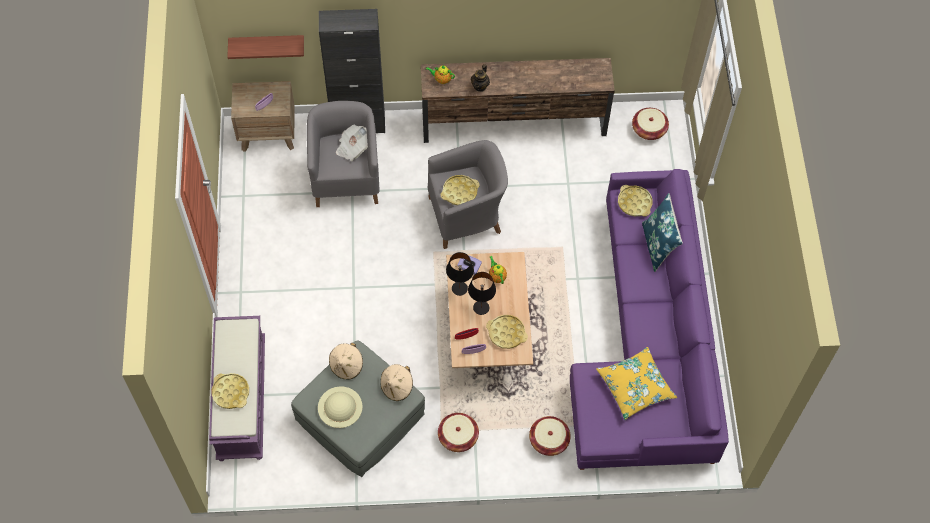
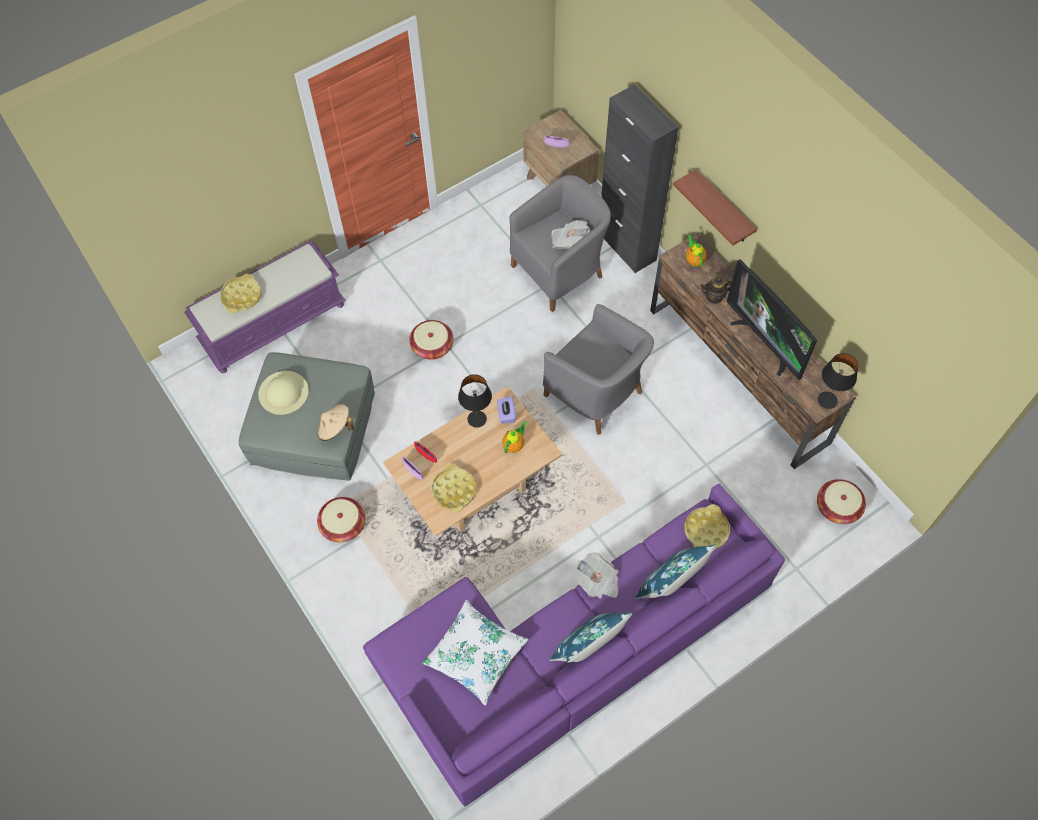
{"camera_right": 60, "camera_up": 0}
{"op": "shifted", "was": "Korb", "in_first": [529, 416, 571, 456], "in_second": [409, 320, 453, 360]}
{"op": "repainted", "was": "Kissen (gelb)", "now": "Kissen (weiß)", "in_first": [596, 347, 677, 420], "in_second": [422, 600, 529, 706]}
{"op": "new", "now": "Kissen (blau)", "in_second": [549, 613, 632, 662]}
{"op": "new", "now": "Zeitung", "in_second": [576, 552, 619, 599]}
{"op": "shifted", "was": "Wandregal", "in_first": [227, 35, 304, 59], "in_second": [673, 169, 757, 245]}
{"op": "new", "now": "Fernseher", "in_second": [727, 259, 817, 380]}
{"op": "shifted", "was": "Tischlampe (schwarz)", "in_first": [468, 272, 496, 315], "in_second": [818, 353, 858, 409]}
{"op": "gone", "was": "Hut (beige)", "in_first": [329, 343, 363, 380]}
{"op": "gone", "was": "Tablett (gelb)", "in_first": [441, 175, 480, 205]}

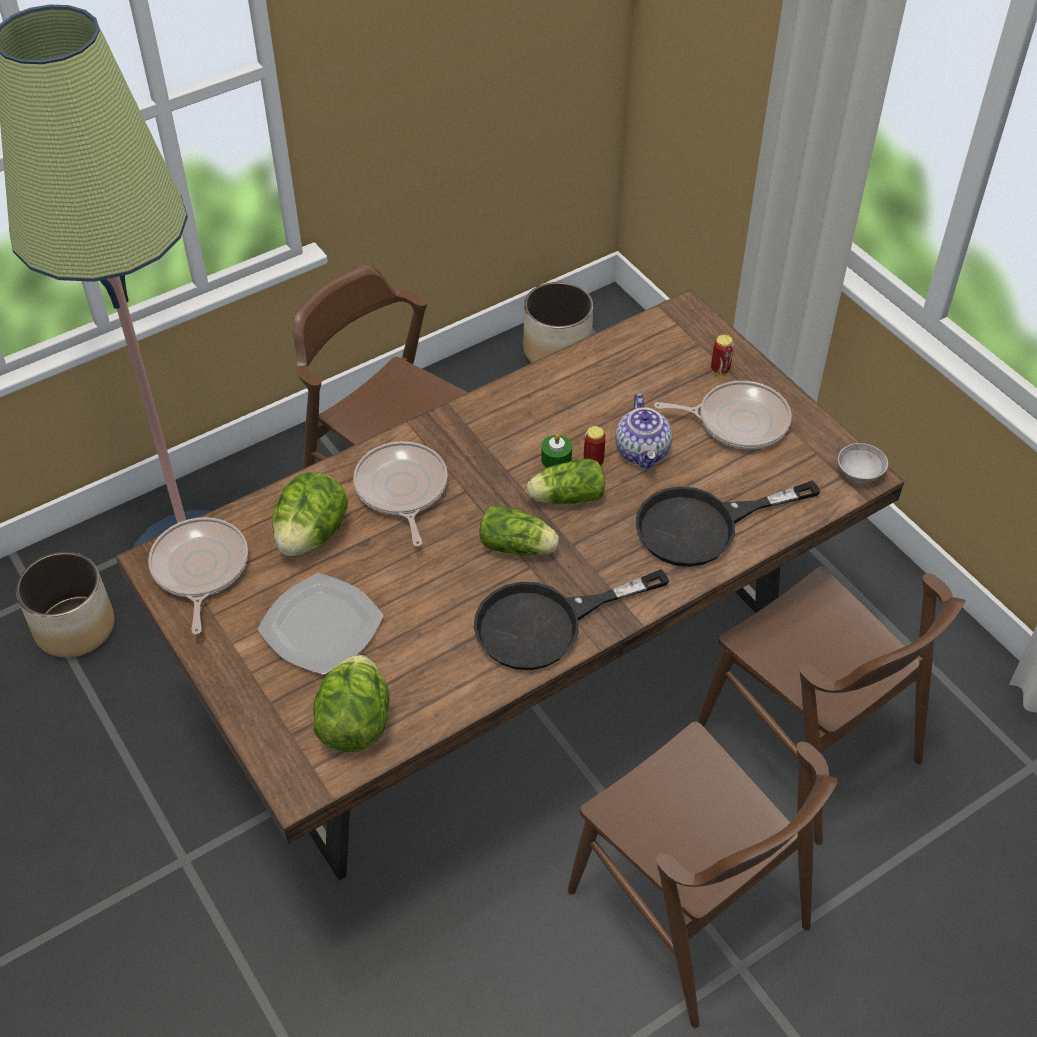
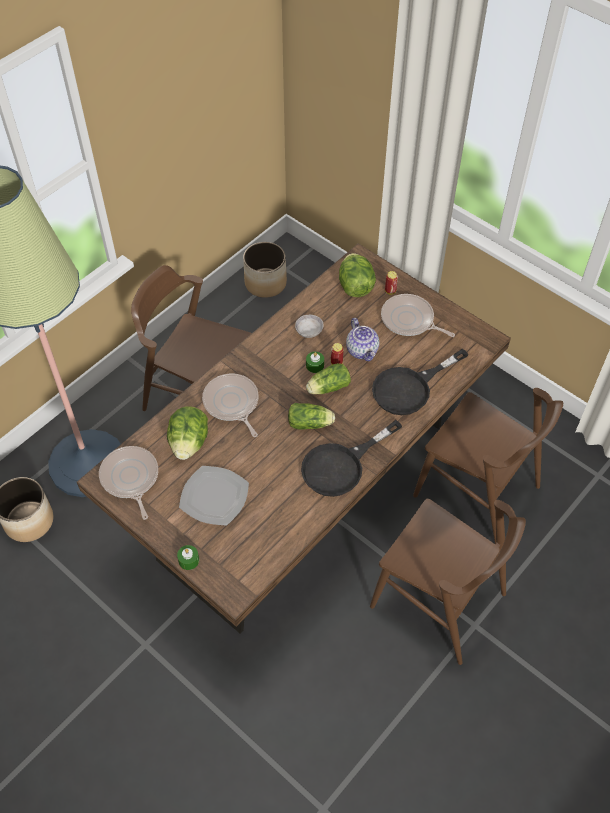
{"camera_right": -15, "camera_up": 5}
{"op": "new", "now": "Kerze (grün)", "in_second": [177, 545, 199, 570]}
{"op": "shifted", "was": "Schüssel (grau)", "in_first": [838, 443, 888, 483], "in_second": [295, 315, 324, 338]}
{"op": "shifted", "was": "Salatkopf", "in_first": [313, 655, 389, 752], "in_second": [339, 253, 376, 297]}
{"op": "rotated", "was": "Pfanne", "in_first": [654, 381, 792, 449], "in_second": [381, 294, 455, 337], "clockwise": -135}

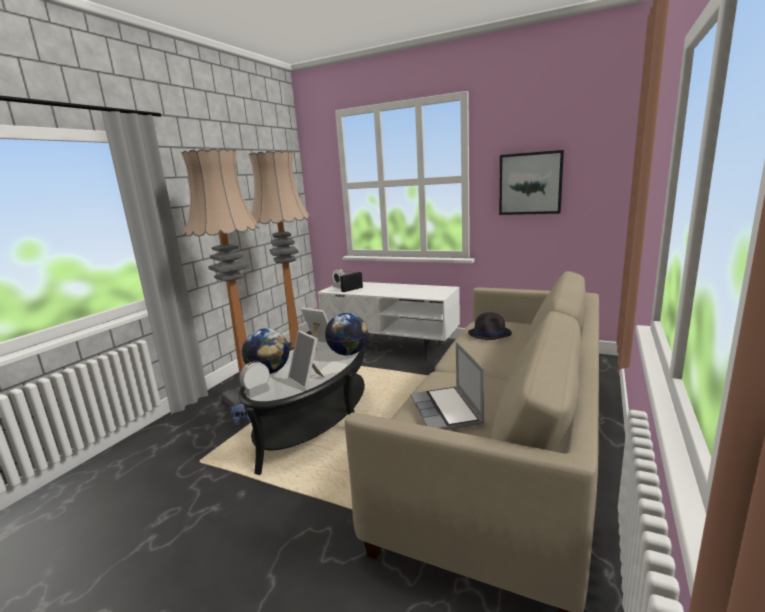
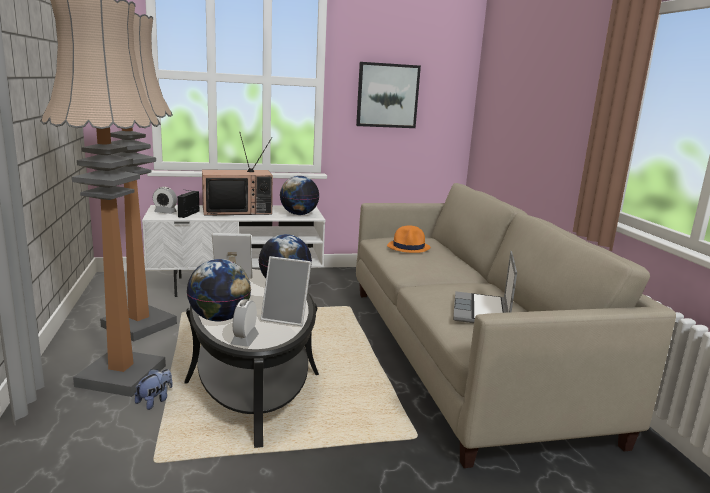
{"camera_right": -40, "camera_up": 0}
{"op": "new", "now": "Fernseher", "in_second": [202, 132, 273, 216]}
{"op": "new", "now": "Globus", "in_second": [280, 176, 319, 215]}
{"op": "repainted", "was": "Hut (schwarz)", "now": "Hut (orange)", "in_first": [468, 312, 512, 340], "in_second": [387, 226, 431, 253]}
{"op": "rotated", "was": "Laptop", "in_first": [410, 341, 485, 430], "in_second": [453, 251, 517, 323], "clockwise": 60}

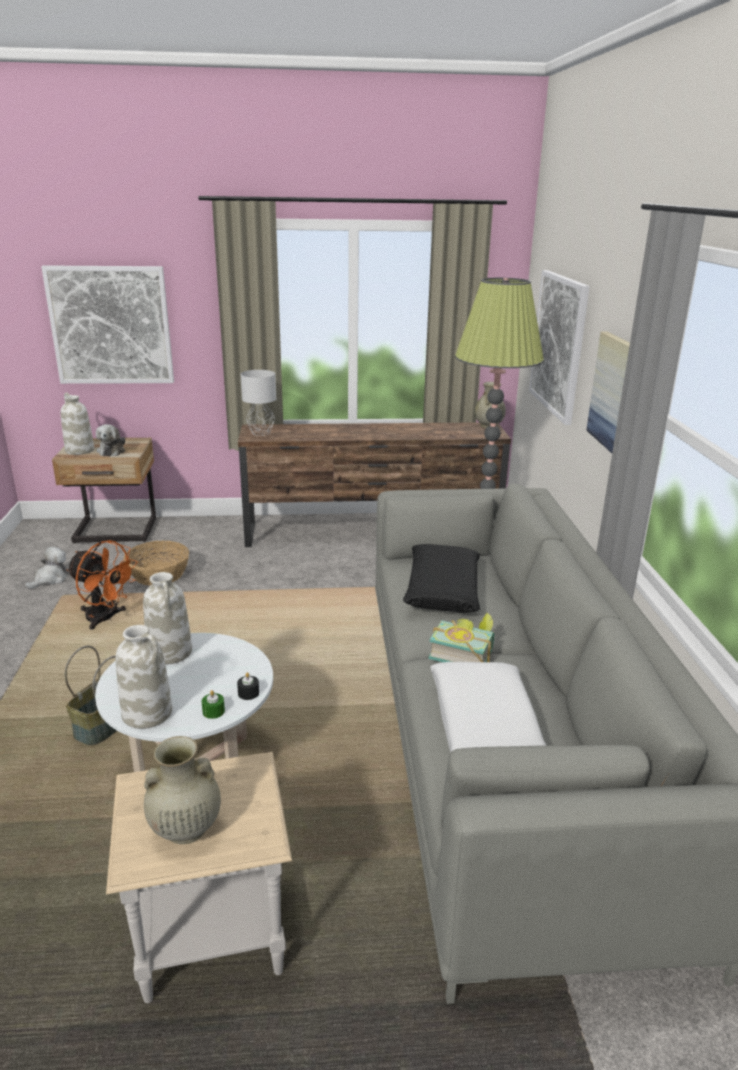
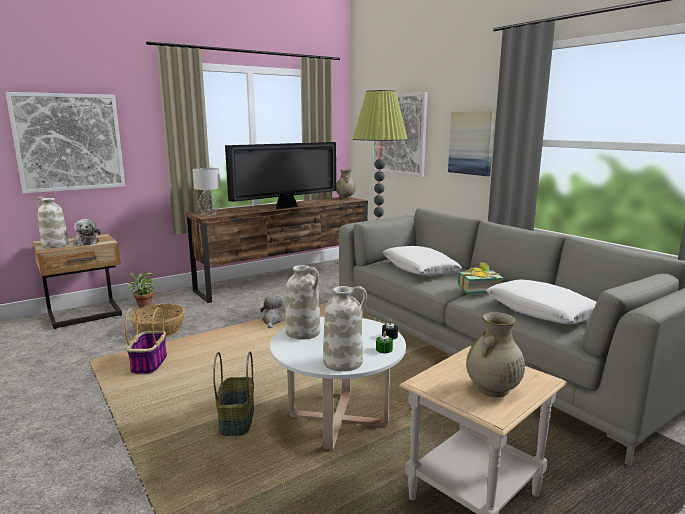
{"camera_right": -30, "camera_up": -10}
{"op": "swapped", "was": "Ventilator (orange)", "now": "Korb", "in_first": [67, 540, 138, 630], "in_second": [124, 308, 167, 374]}
{"op": "new", "now": "Topfpflanze", "in_second": [127, 273, 154, 308]}
{"op": "new", "now": "Fernseher", "in_second": [225, 142, 336, 210]}
{"op": "shifted", "was": "Plüschtier", "in_first": [25, 547, 68, 589], "in_second": [260, 296, 285, 329]}
{"op": "repainted", "was": "Kissen (schwarz)", "now": "Kissen (weiß)", "in_first": [403, 544, 480, 613], "in_second": [383, 246, 462, 276]}

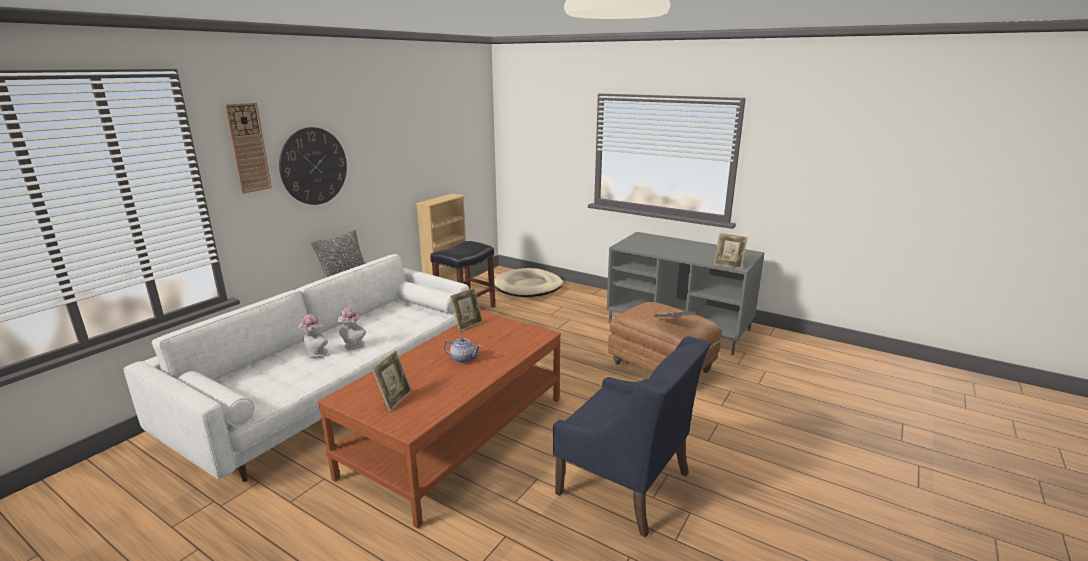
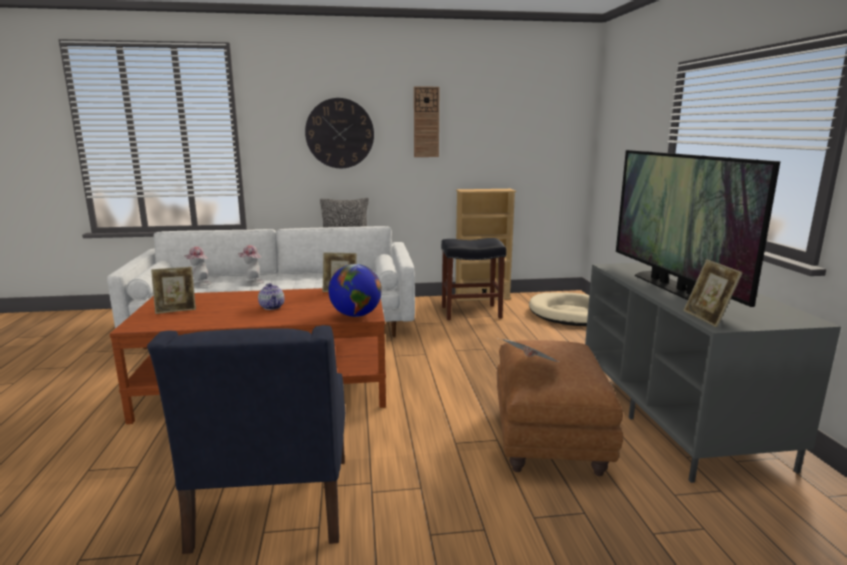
{"camera_right": 50, "camera_up": -5}
{"op": "shifted", "was": "Hut", "in_first": [338, 307, 366, 350], "in_second": [184, 247, 212, 286]}
{"op": "new", "now": "Globus", "in_second": [328, 264, 382, 317]}
{"op": "shifted", "was": "Wanduhr", "in_first": [224, 103, 272, 194], "in_second": [414, 86, 439, 157]}
{"op": "new", "now": "Fernseher", "in_second": [616, 150, 780, 307]}

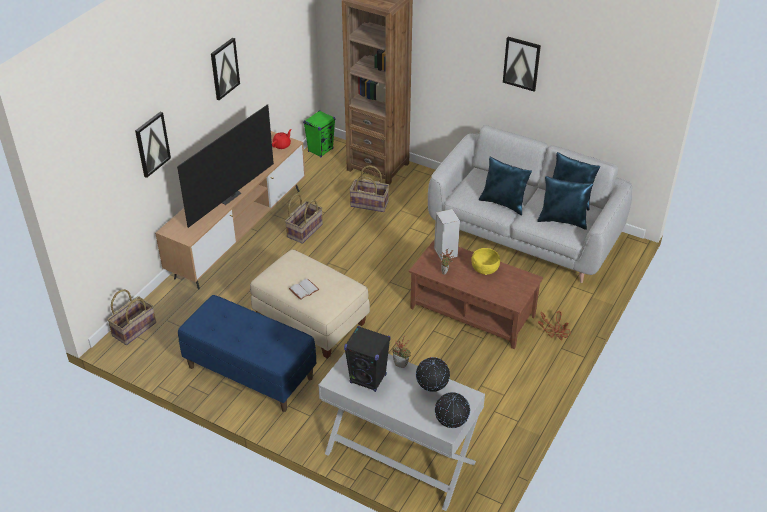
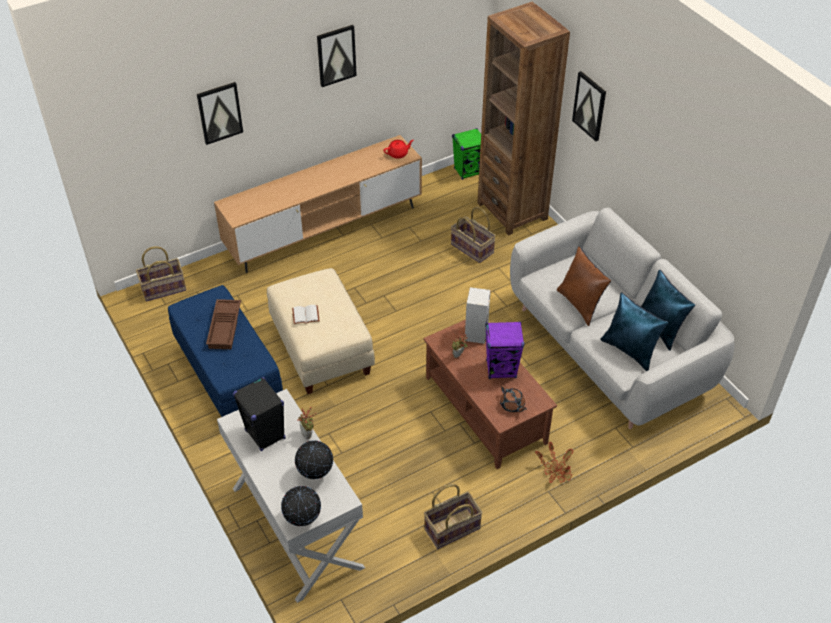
{"camera_right": 30, "camera_up": 5}
{"op": "new", "now": "Tablett (braun)", "in_second": [206, 299, 241, 349]}
{"op": "shifted", "was": "Korb", "in_first": [285, 193, 323, 244], "in_second": [424, 484, 483, 549]}
{"op": "swapped", "was": "Schüssel (gelb)", "now": "Lautsprecher (lila)", "in_first": [471, 248, 500, 275], "in_second": [485, 321, 524, 379]}
{"op": "new", "now": "Teekanne (braun)", "in_second": [500, 385, 527, 412]}
{"op": "repainted", "was": "Kissen (blau)", "now": "Kissen (braun)", "in_first": [479, 157, 532, 215], "in_second": [557, 247, 611, 326]}
{"op": "shifted", "was": "Bild", "in_first": [503, 37, 541, 91], "in_second": [572, 71, 606, 141]}
{"op": "gone", "was": "Fernseher", "in_first": [177, 104, 274, 228]}

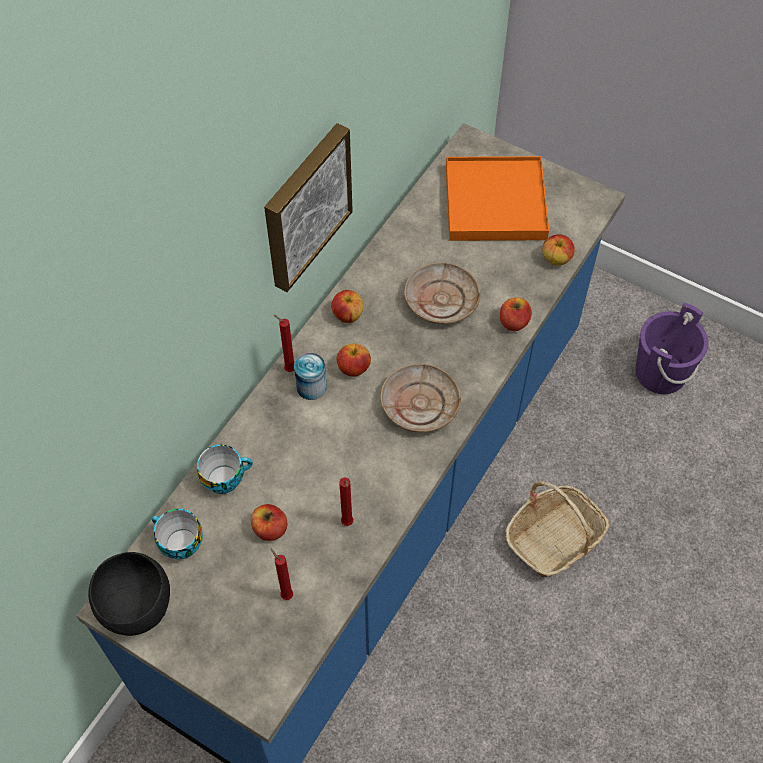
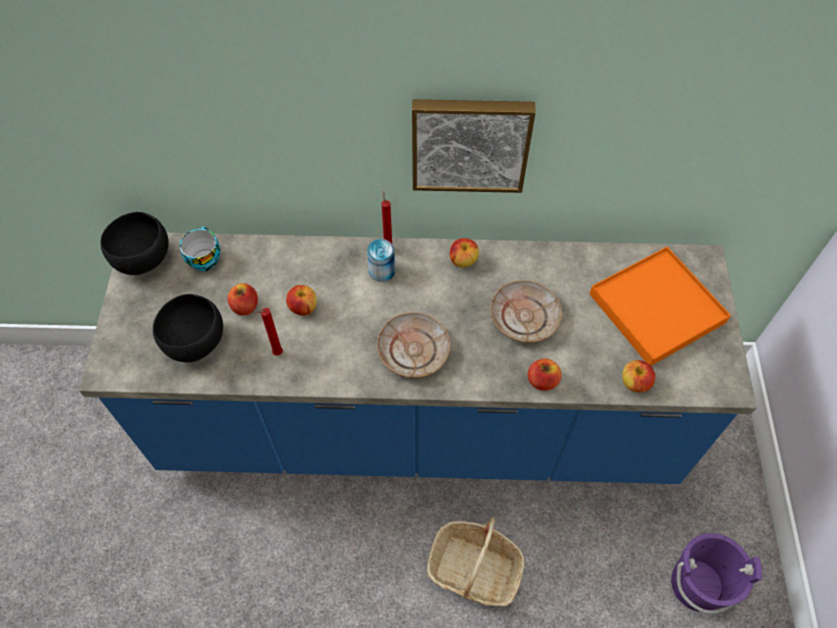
{"camera_right": 60, "camera_up": 0}
{"op": "swapped", "was": "Kerze (rot)", "now": "Schüssel (schwarz)", "in_first": [270, 548, 293, 600], "in_second": [153, 294, 223, 362]}
{"op": "shifted", "was": "Apfel", "in_first": [337, 344, 371, 377], "in_second": [286, 285, 317, 316]}
{"op": "gone", "was": "Tasse", "in_first": [197, 444, 253, 494]}

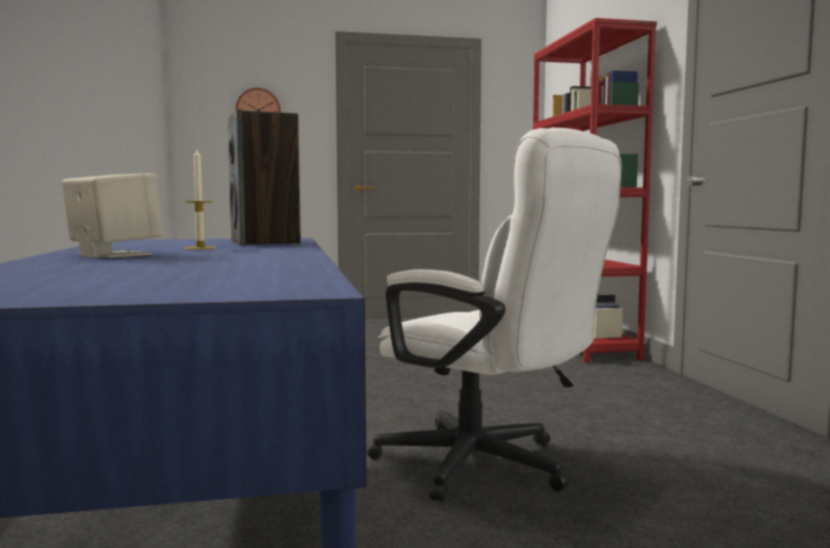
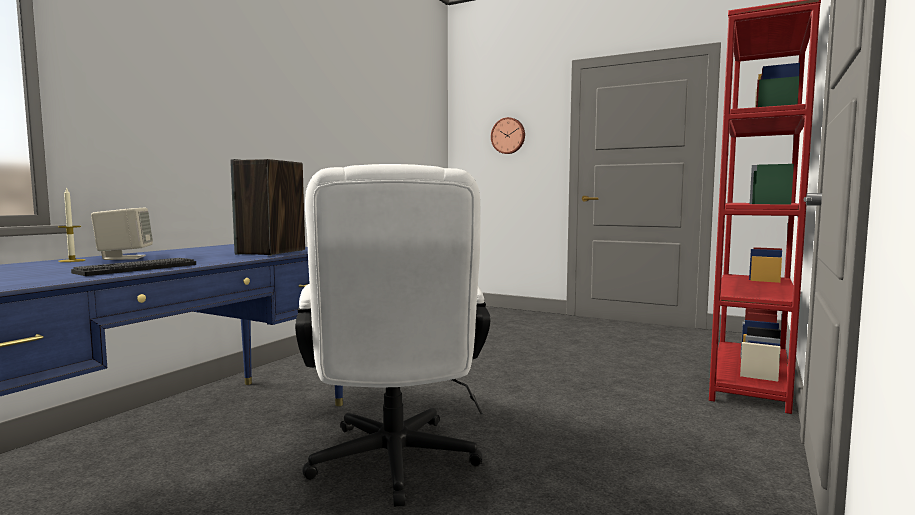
{"camera_right": 40, "camera_up": 0}
{"op": "shifted", "was": "Kerze", "in_first": [184, 149, 216, 250], "in_second": [58, 187, 86, 262]}
{"op": "new", "now": "Tastatur", "in_second": [71, 258, 196, 276]}

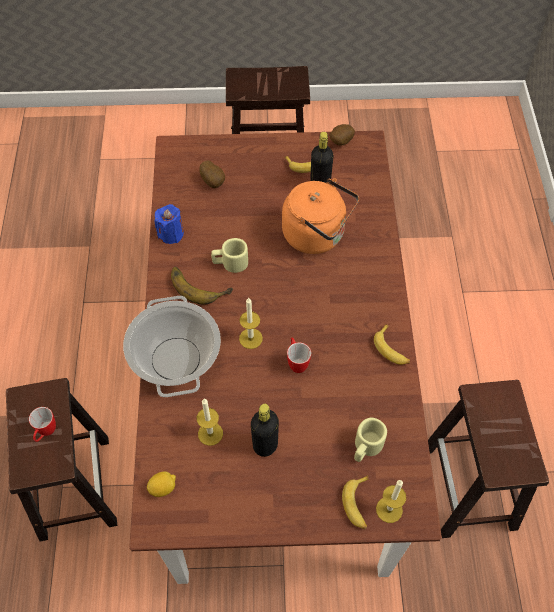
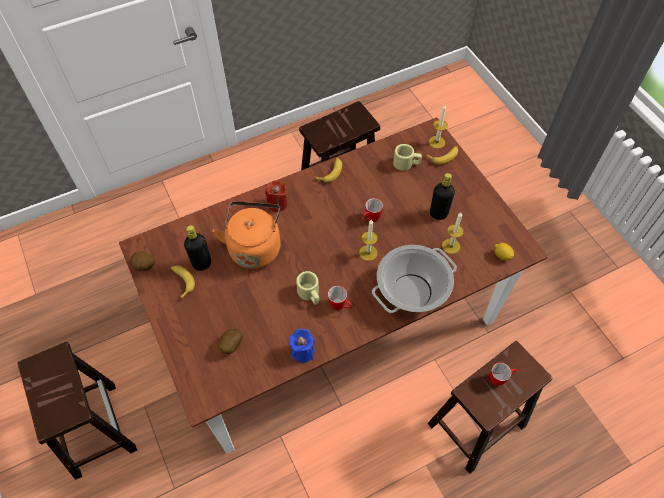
{"camera_right": -115, "camera_up": 0}
{"op": "new", "now": "Kerze (rot)", "in_second": [265, 180, 288, 212]}
{"op": "swapped", "was": "Banane", "now": "Henkelbecher", "in_first": [171, 266, 233, 305], "in_second": [328, 286, 352, 310]}

